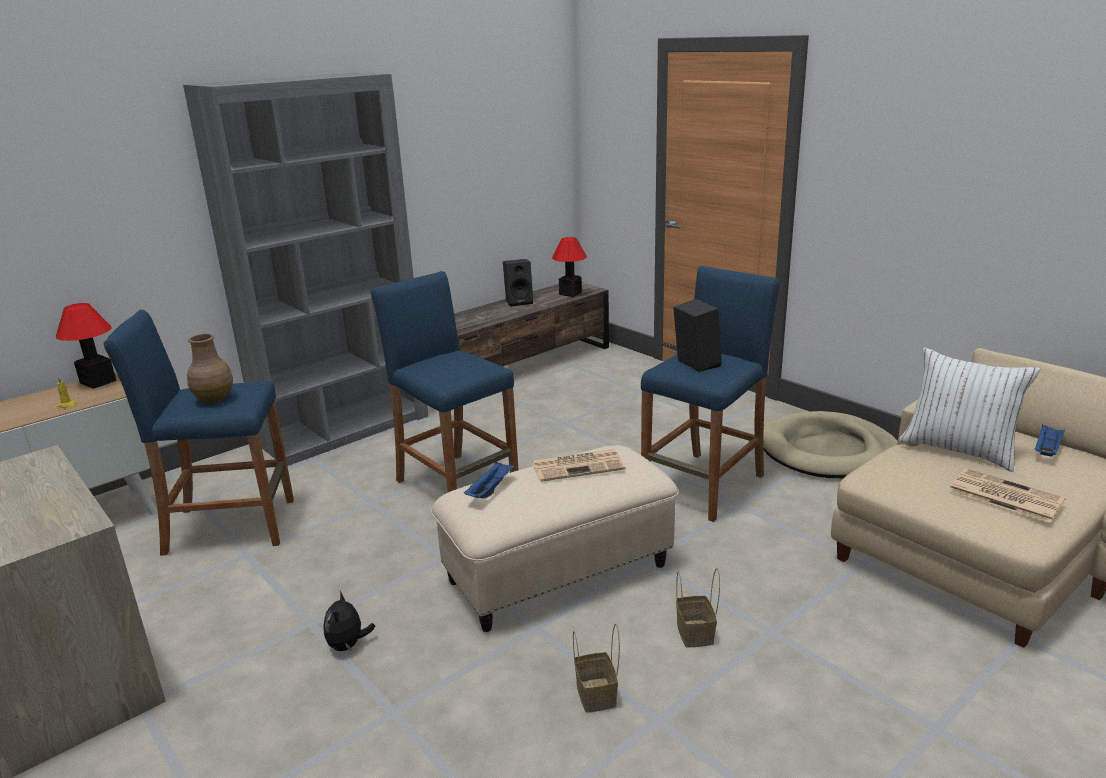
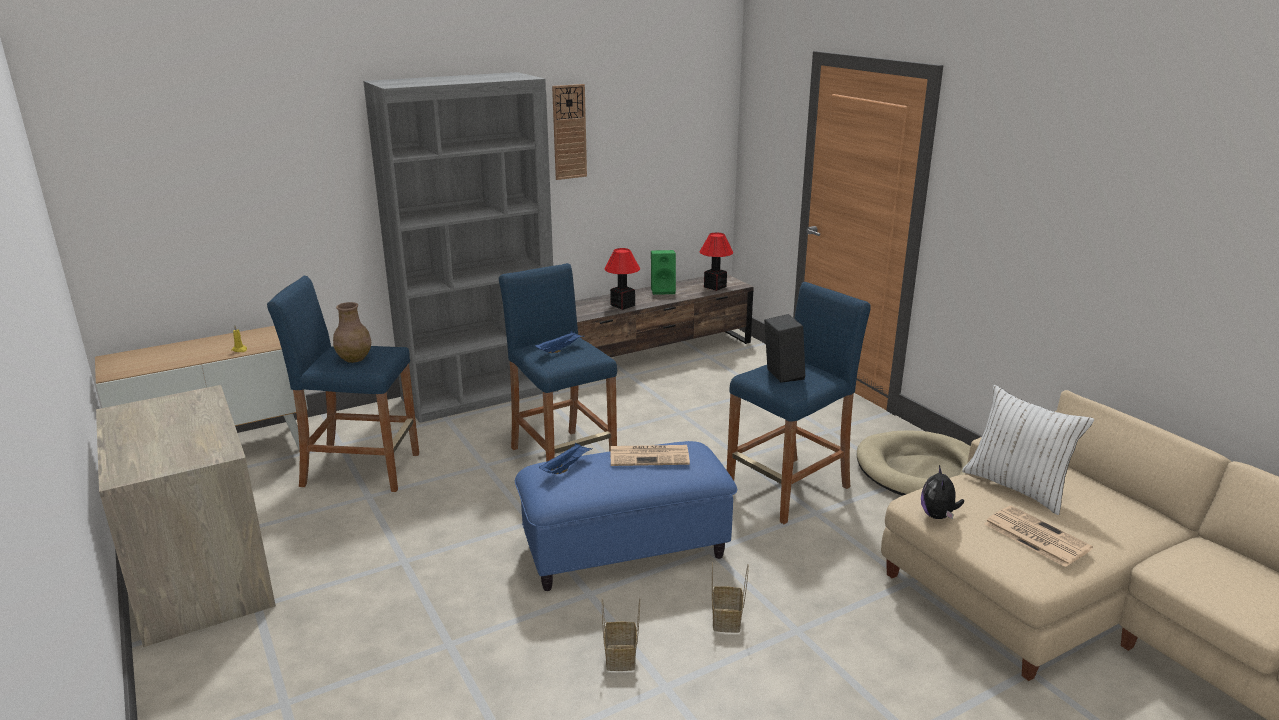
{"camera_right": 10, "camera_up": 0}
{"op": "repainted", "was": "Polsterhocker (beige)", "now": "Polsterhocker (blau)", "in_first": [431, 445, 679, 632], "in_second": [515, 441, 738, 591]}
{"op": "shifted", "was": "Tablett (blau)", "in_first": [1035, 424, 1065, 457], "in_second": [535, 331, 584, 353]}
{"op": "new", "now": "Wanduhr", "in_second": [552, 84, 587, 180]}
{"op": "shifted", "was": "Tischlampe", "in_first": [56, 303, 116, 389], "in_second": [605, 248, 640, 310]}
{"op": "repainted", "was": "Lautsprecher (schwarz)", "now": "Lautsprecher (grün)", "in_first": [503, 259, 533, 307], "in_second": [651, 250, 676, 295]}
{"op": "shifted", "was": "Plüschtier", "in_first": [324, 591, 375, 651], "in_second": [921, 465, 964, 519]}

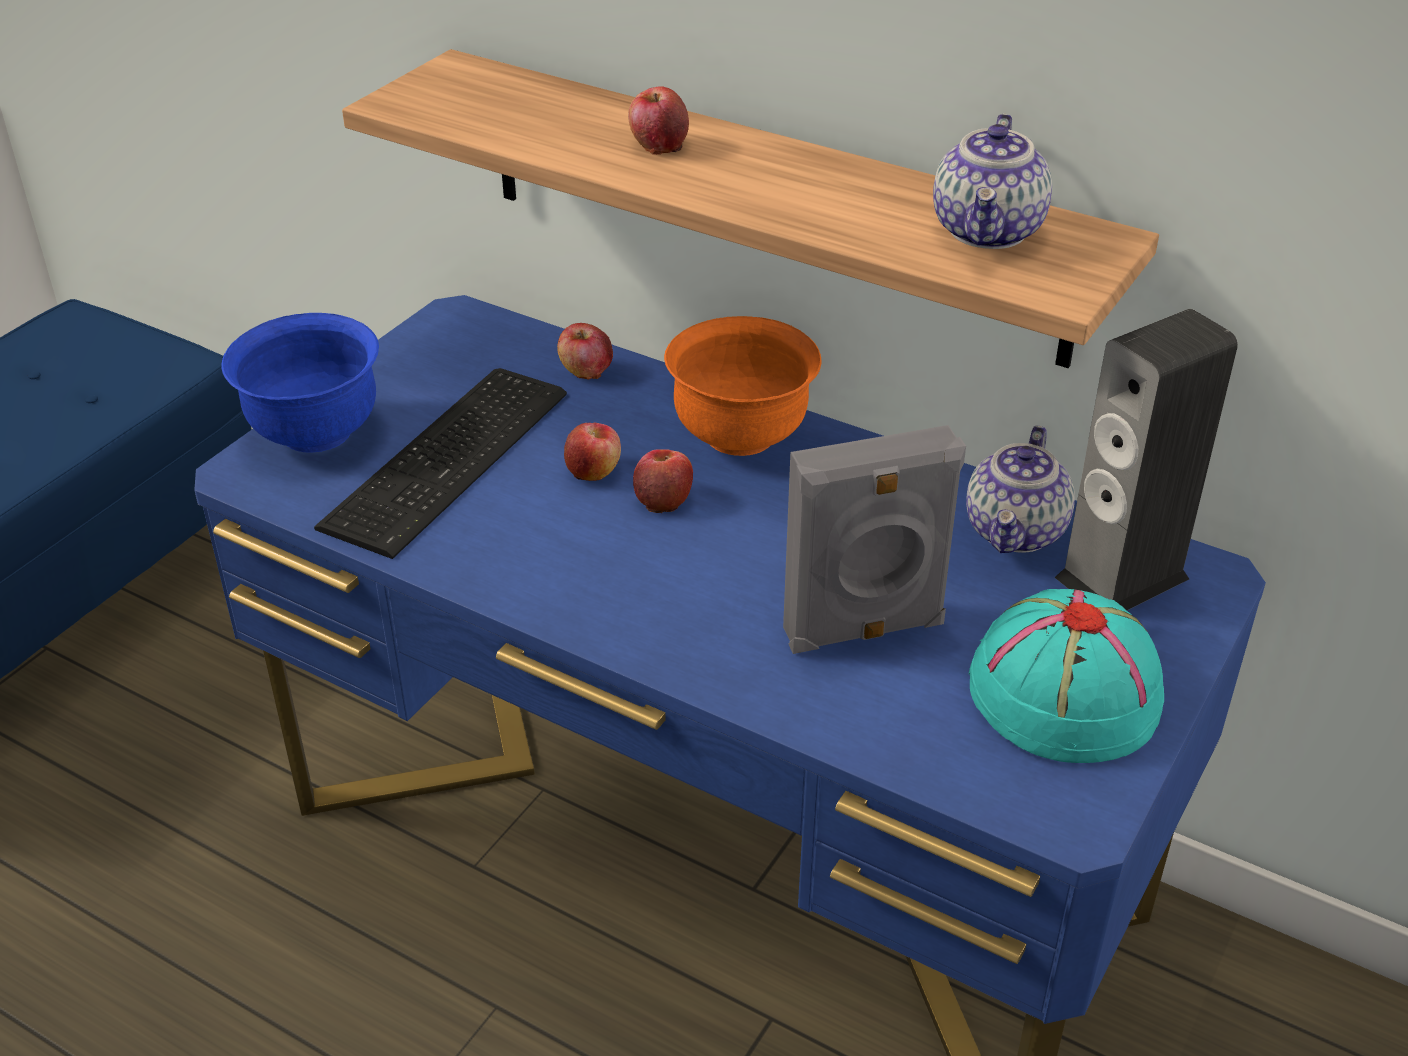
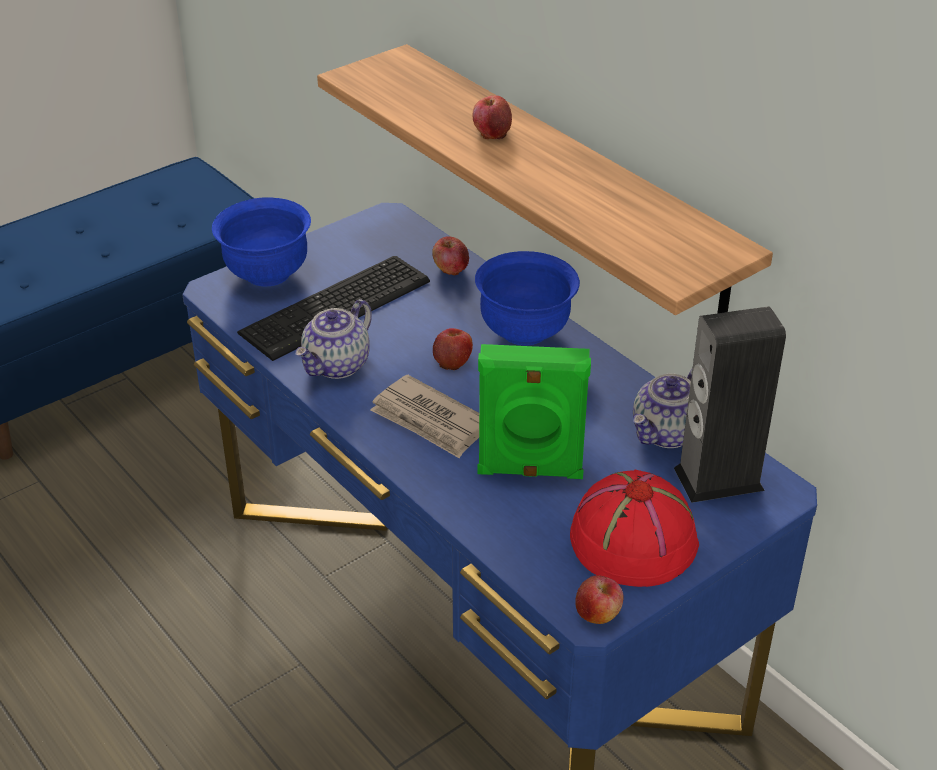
{"camera_right": 20, "camera_up": 0}
{"op": "shifted", "was": "Teekanne", "in_first": [933, 114, 1052, 249], "in_second": [295, 299, 372, 379]}
{"op": "new", "now": "Zeitung", "in_second": [370, 374, 479, 458]}
{"op": "repainted", "was": "Schüssel (orange)", "now": "Schüssel (blau)", "in_first": [664, 316, 822, 456], "in_second": [475, 251, 580, 346]}
{"op": "repainted", "was": "Lautsprecher (grau)", "now": "Lautsprecher (grün)", "in_first": [783, 425, 966, 654], "in_second": [478, 344, 591, 479]}
{"op": "repainted", "was": "Hut (türkis)", "now": "Hut (rot)", "in_first": [969, 589, 1164, 763], "in_second": [570, 469, 699, 587]}
{"op": "shifted", "was": "Apfel", "in_first": [564, 423, 621, 481], "in_second": [575, 575, 624, 624]}

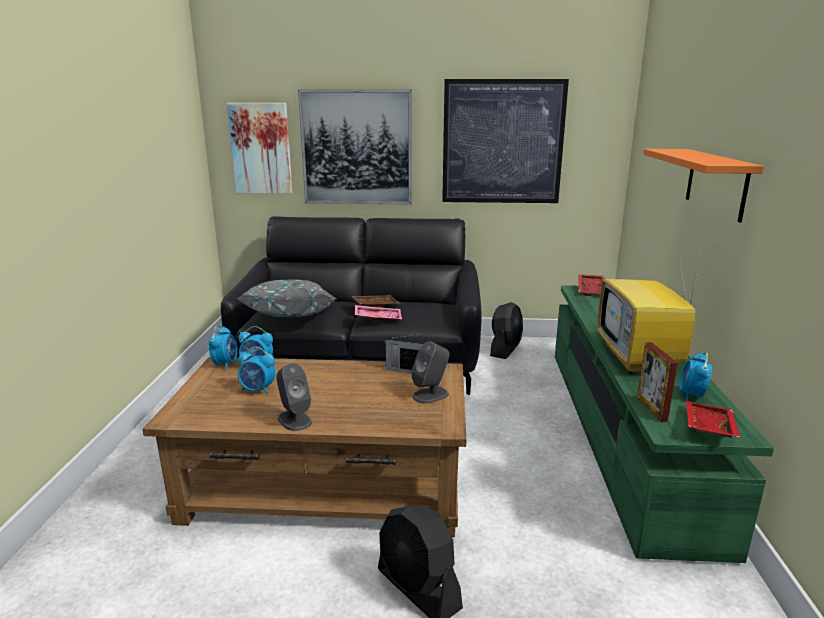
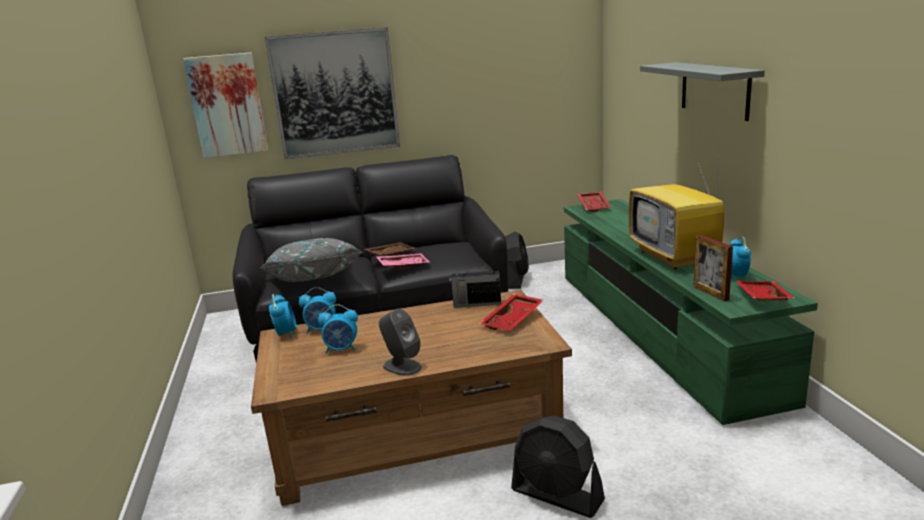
{"camera_right": -15, "camera_up": 0}
{"op": "swapped", "was": "Lautsprecher (grau)", "now": "Tablett (rot)", "in_first": [411, 341, 449, 404], "in_second": [479, 294, 543, 331]}
{"op": "repainted", "was": "Wandregal (orange)", "now": "Wandregal (grau)", "in_first": [643, 149, 764, 223], "in_second": [640, 62, 765, 121]}
{"op": "gone", "was": "Bild", "in_first": [442, 79, 569, 203]}

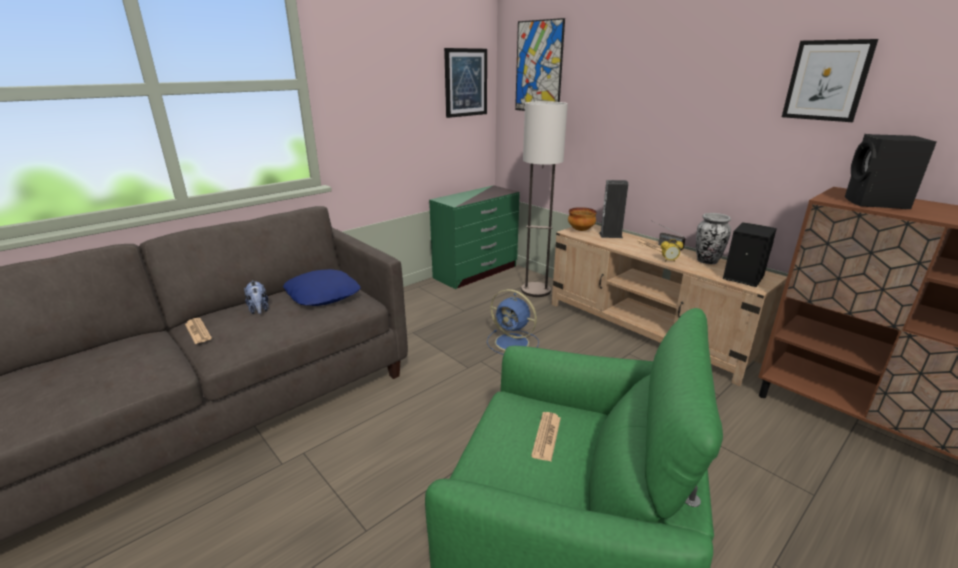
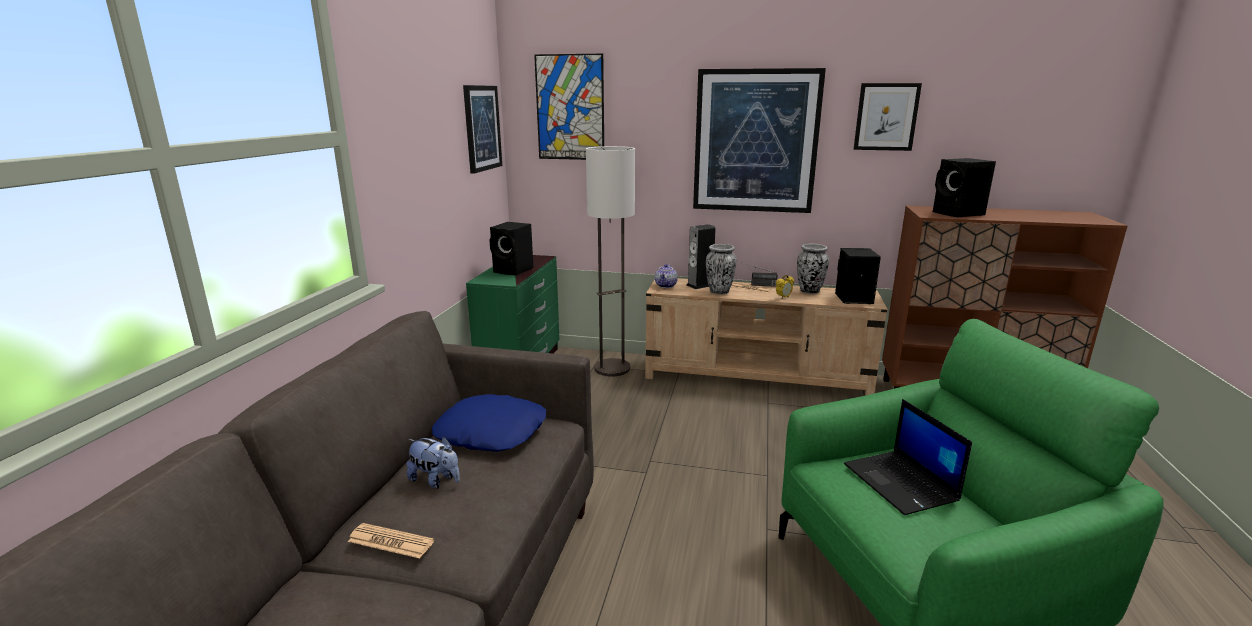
{"camera_right": -35, "camera_up": -5}
{"op": "new", "now": "Lautsprecher (schwarz)", "in_second": [489, 222, 533, 275]}
{"op": "swapped", "was": "Schüssel", "now": "Teekanne", "in_first": [568, 207, 597, 231], "in_second": [655, 264, 678, 288]}
{"op": "new", "now": "Bild", "in_second": [693, 68, 826, 213]}
{"op": "new", "now": "Vase", "in_second": [706, 244, 737, 294]}
{"op": "swapped", "was": "Zeitung", "now": "Laptop", "in_first": [531, 412, 561, 461], "in_second": [844, 399, 972, 515]}
{"op": "gone", "was": "Ventilator (blau)", "in_first": [487, 289, 539, 355]}

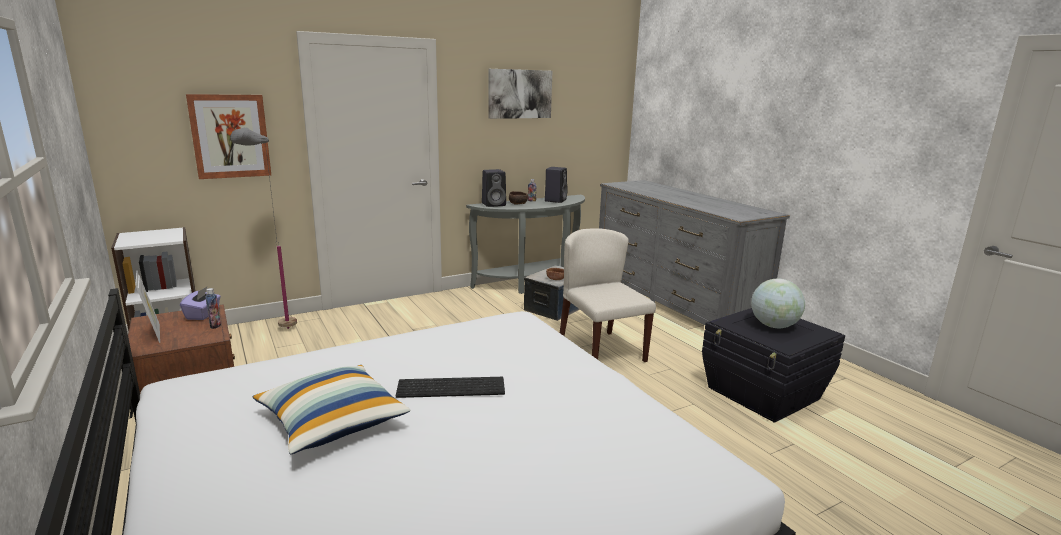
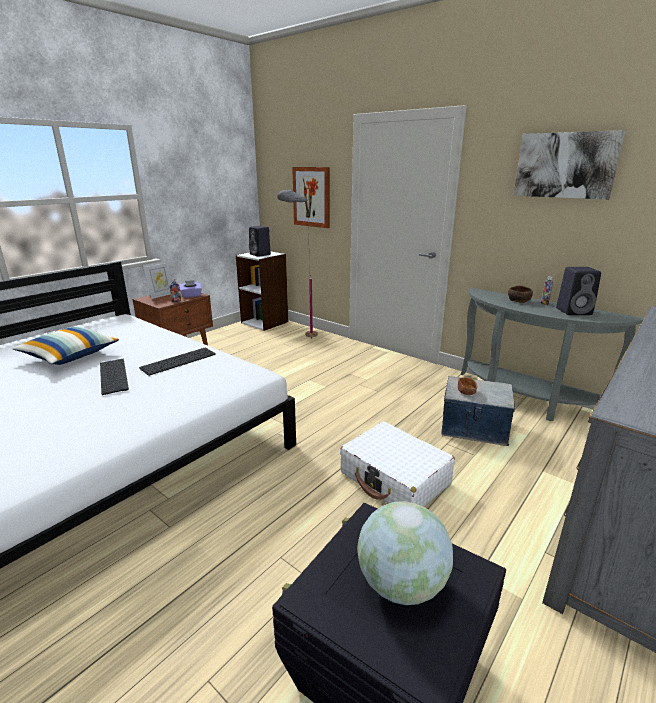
{"camera_right": 70, "camera_up": 5}
{"op": "new", "now": "Tastatur", "in_second": [139, 348, 216, 376]}
{"op": "shifted", "was": "Lautsprecher (schwarz)", "in_first": [482, 169, 506, 207], "in_second": [249, 226, 271, 257]}
{"op": "swapped", "was": "Stuhl (beige)", "now": "Koffer (weiß)", "in_first": [560, 228, 656, 362], "in_second": [340, 422, 455, 507]}

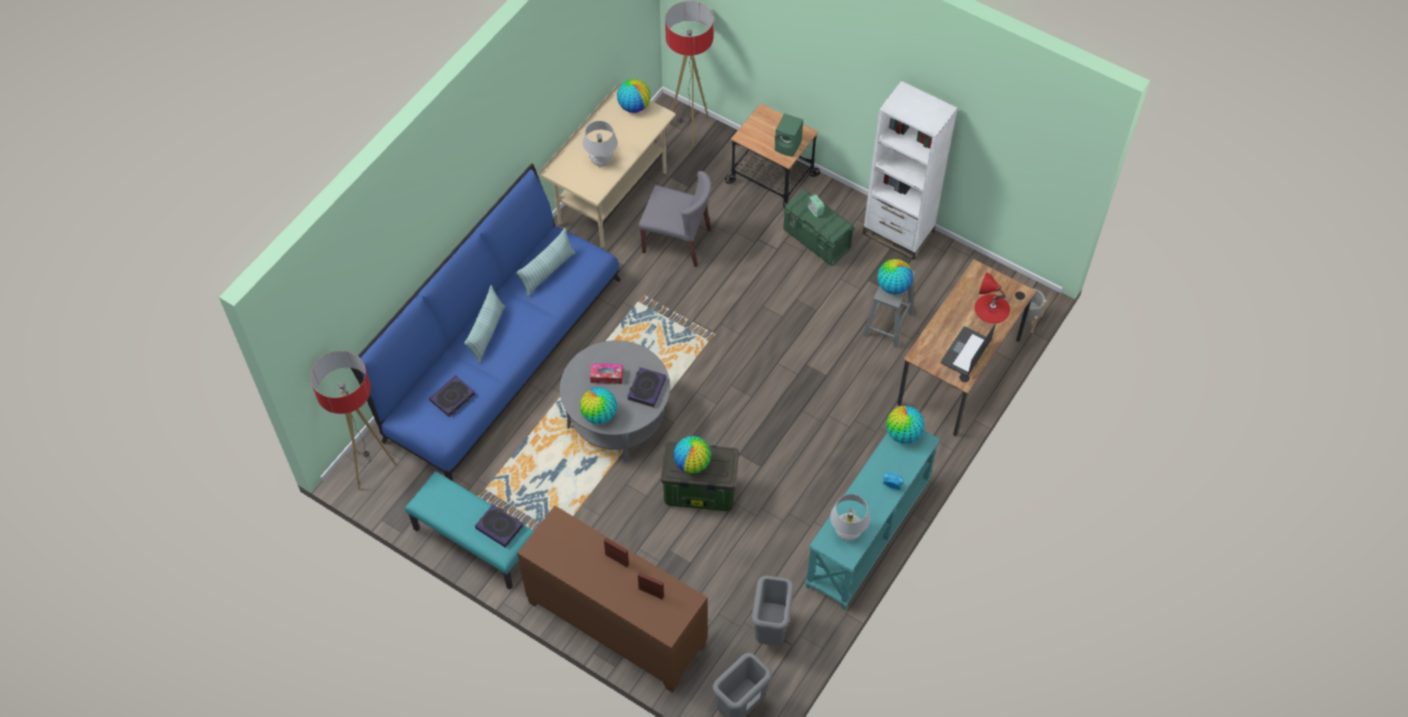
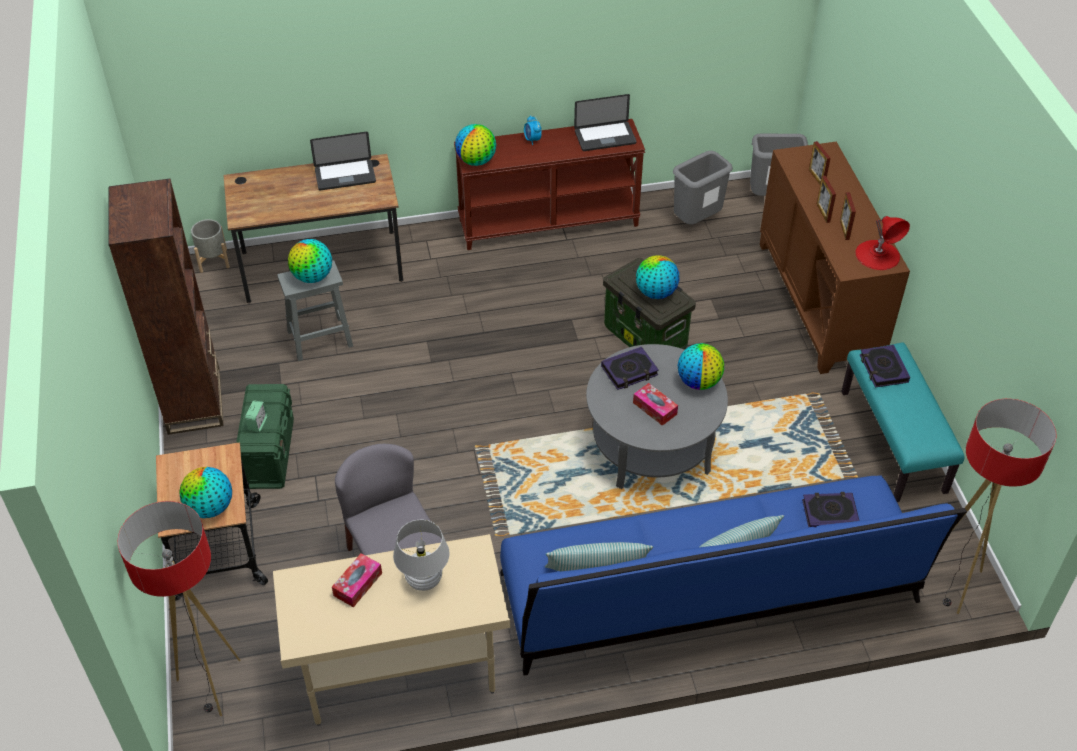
{"camera_right": -135, "camera_up": -10}
{"op": "repainted", "was": "Bücherregal (weiß)", "now": "Bücherregal (braun)", "in_first": [863, 81, 958, 260], "in_second": [108, 179, 224, 435]}
{"op": "shifted", "was": "Globus", "in_first": [617, 79, 651, 113], "in_second": [179, 467, 232, 518]}
{"op": "new", "now": "Taschentuchbox", "in_second": [332, 553, 382, 607]}
{"op": "repainted", "was": "Konsolentisch (türkis)", "now": "Konsolentisch (braun)", "in_first": [805, 430, 940, 610], "in_second": [454, 119, 645, 250]}
{"op": "swapped", "was": "Tischlampe (weiß)", "now": "Laptop", "in_first": [830, 494, 870, 541], "in_second": [574, 94, 637, 151]}
{"op": "new", "now": "Bilderrahmen", "in_second": [840, 192, 856, 240]}
{"op": "shifted", "was": "Tischlampe (rot)", "in_first": [975, 272, 1010, 323], "in_second": [855, 216, 910, 270]}
{"op": "gone", "was": "Lautsprecher (grün)", "in_first": [775, 113, 803, 157]}

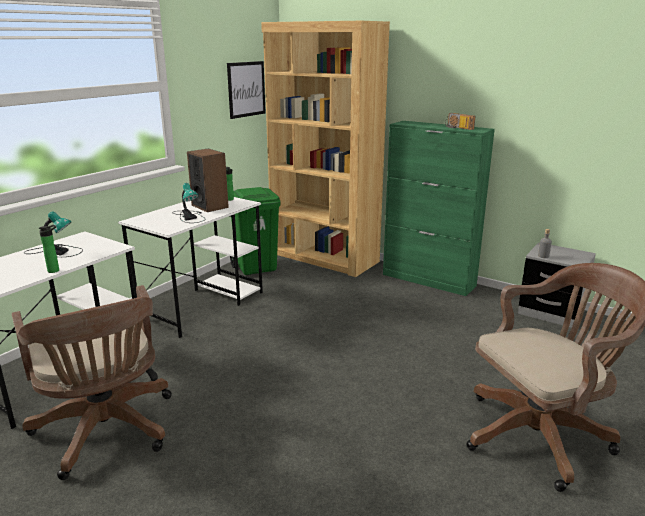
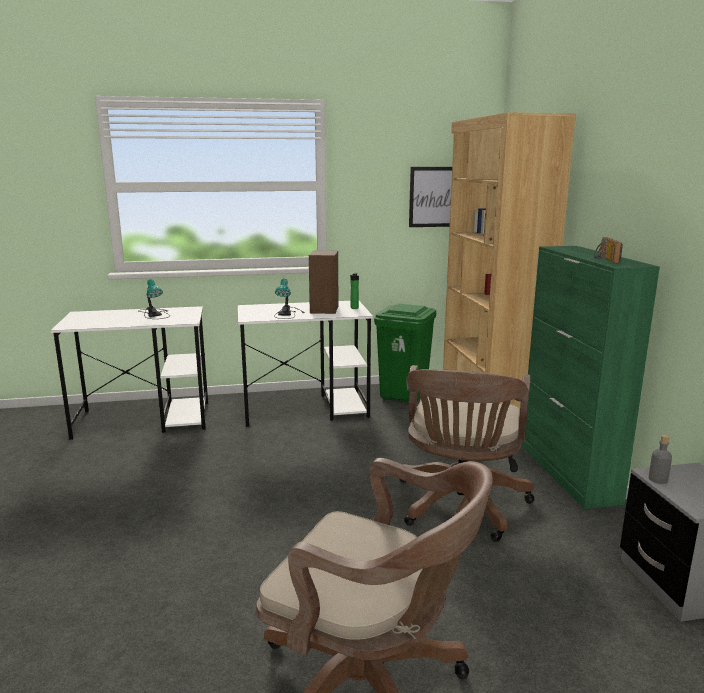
{"camera_right": 45, "camera_up": -5}
{"op": "shifted", "was": "Bürostuhl (braun)", "in_first": [12, 285, 171, 480], "in_second": [399, 365, 534, 542]}
{"op": "gone", "was": "Flasche", "in_first": [39, 225, 59, 273]}

